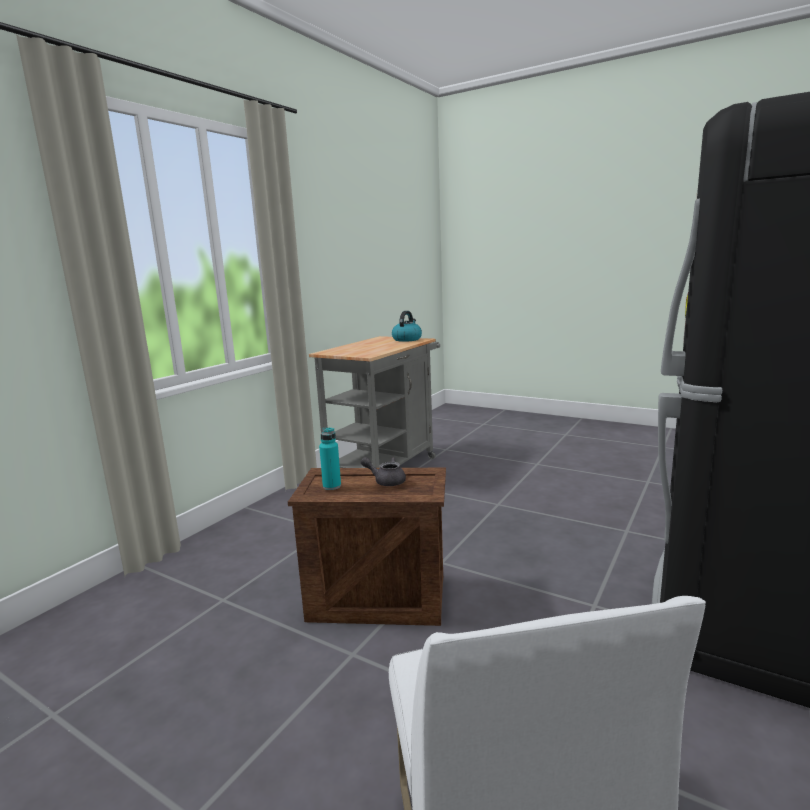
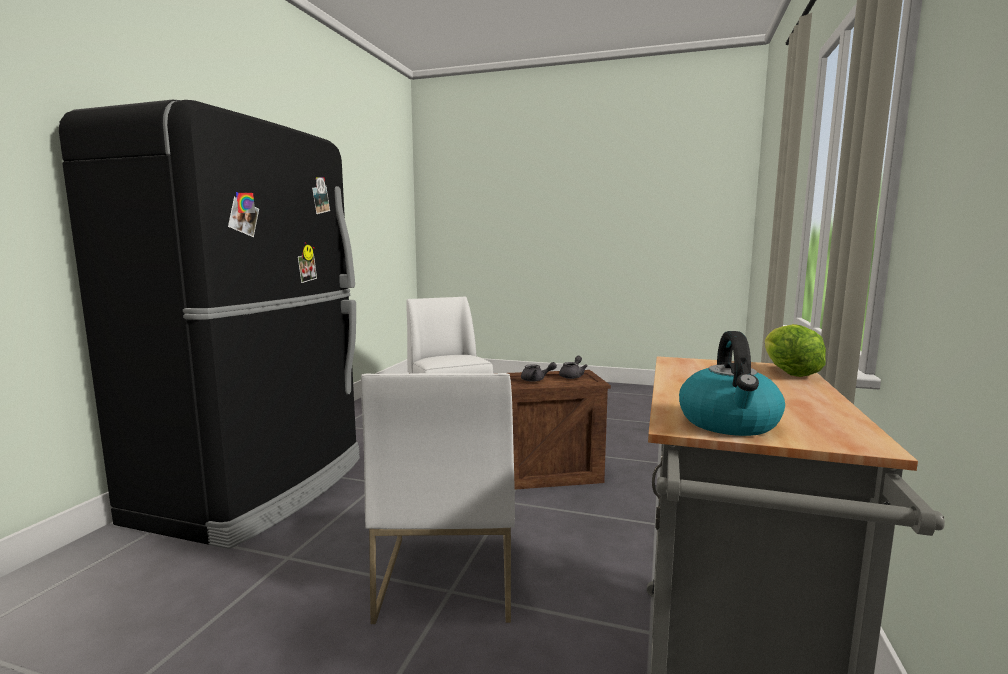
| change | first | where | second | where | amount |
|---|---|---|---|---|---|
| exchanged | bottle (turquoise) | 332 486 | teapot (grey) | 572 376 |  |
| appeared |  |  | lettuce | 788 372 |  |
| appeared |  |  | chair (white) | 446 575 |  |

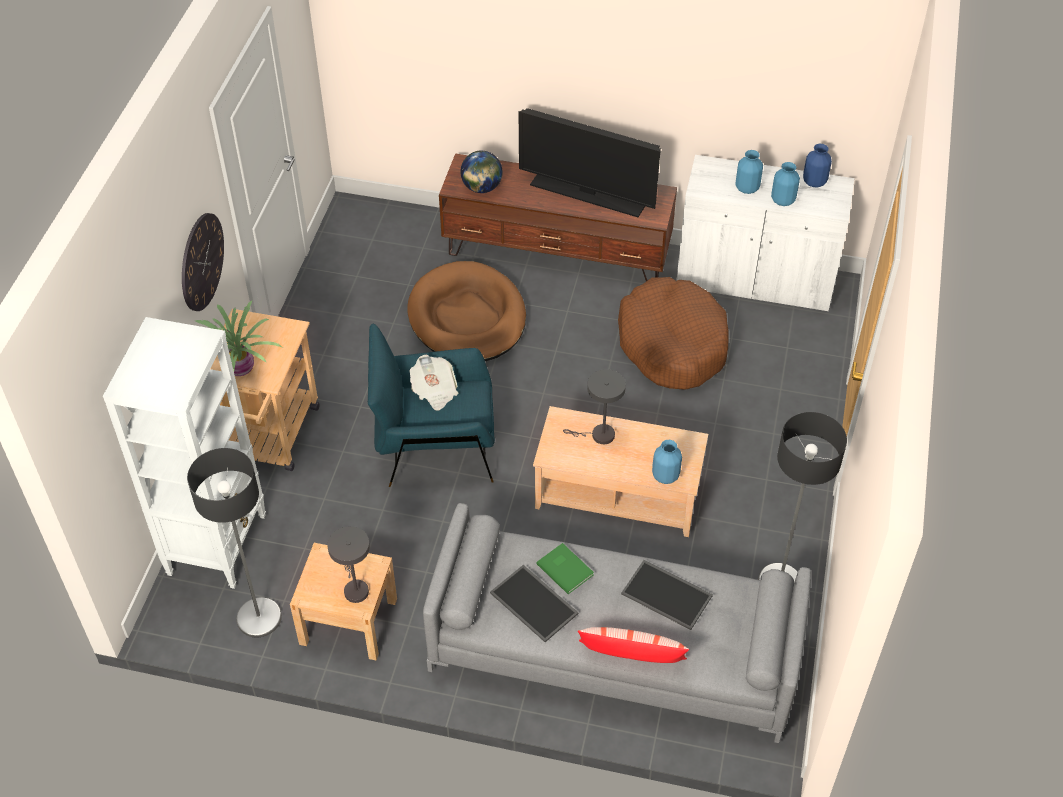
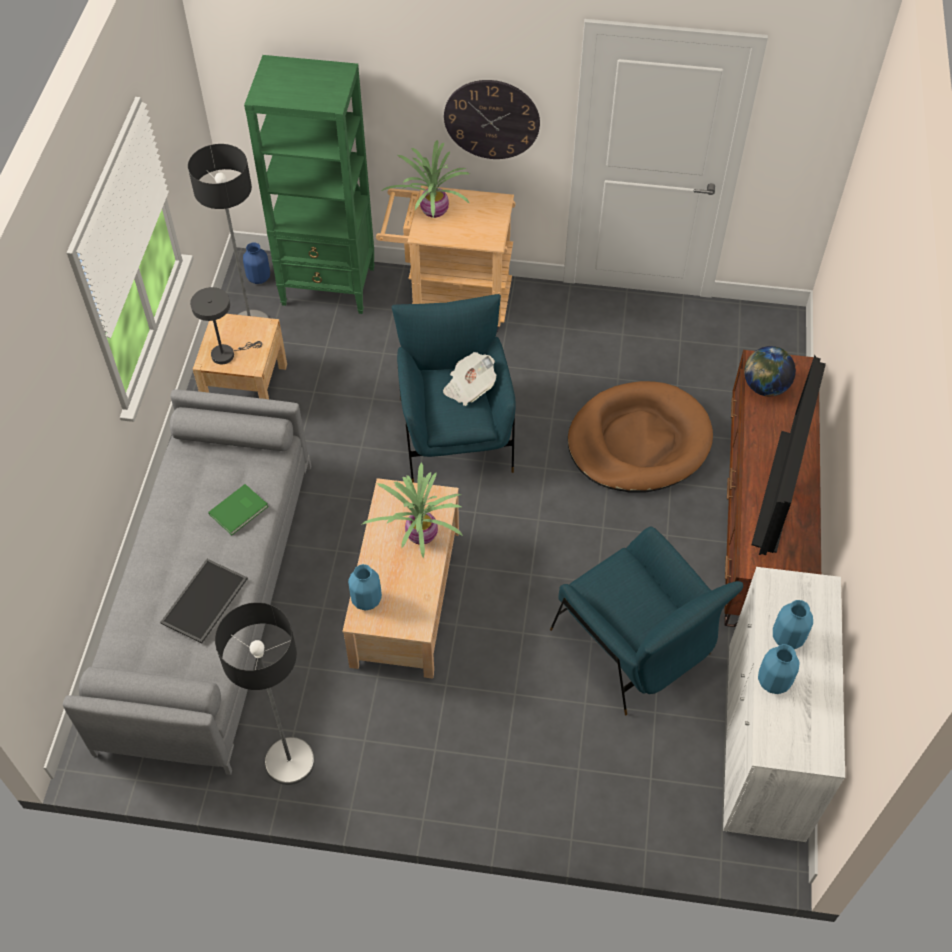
| change | first | where | second | where | amount |
|---|---|---|---|---|---|
| relocated | vase (blue) | 814 182 |  | 259 277 |  |
| exchanged | dog bed (brown) | 672 344 | armchair (blue) | 633 646 |  |
| colour | bookcase (white) | 218 543 | bookcase (green) | 329 286 |  |
| exchanged | table lamp (grey) | 599 435 | potted plant | 419 534 |  |
| missing | tray | 535 603 |  |  |  |
| missing | pillow | 631 657 |  |  |  |

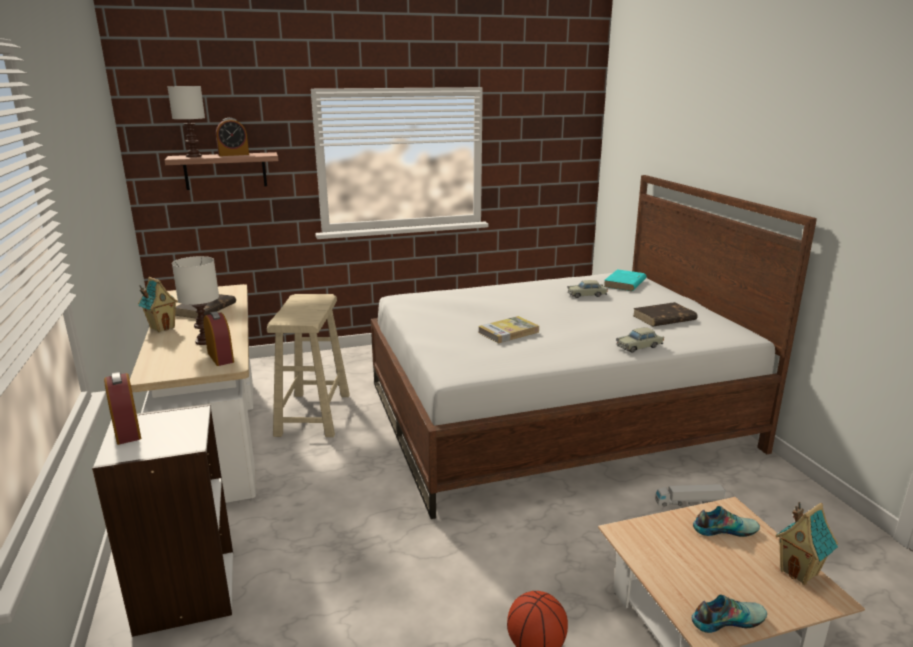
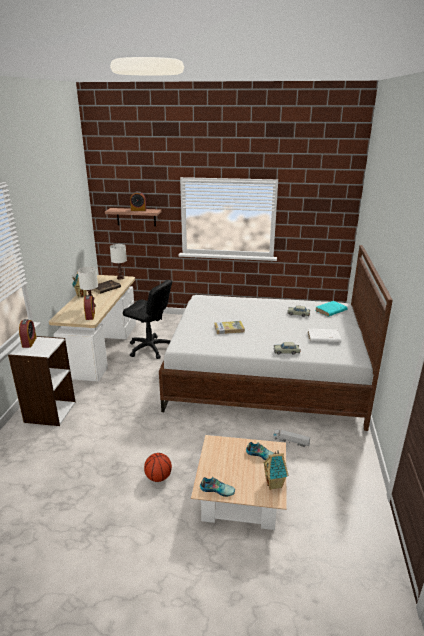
| change | first | where | second | where | amount |
|---|---|---|---|---|---|
| relocated | table lamp (white) | 193 156 |  | 120 278 |  |
| exchanged | stool (beige) | 313 415 | office chair (black) | 150 348 |  |
| colour | book (brown) | 663 318 | book (white) | 323 338 |  |

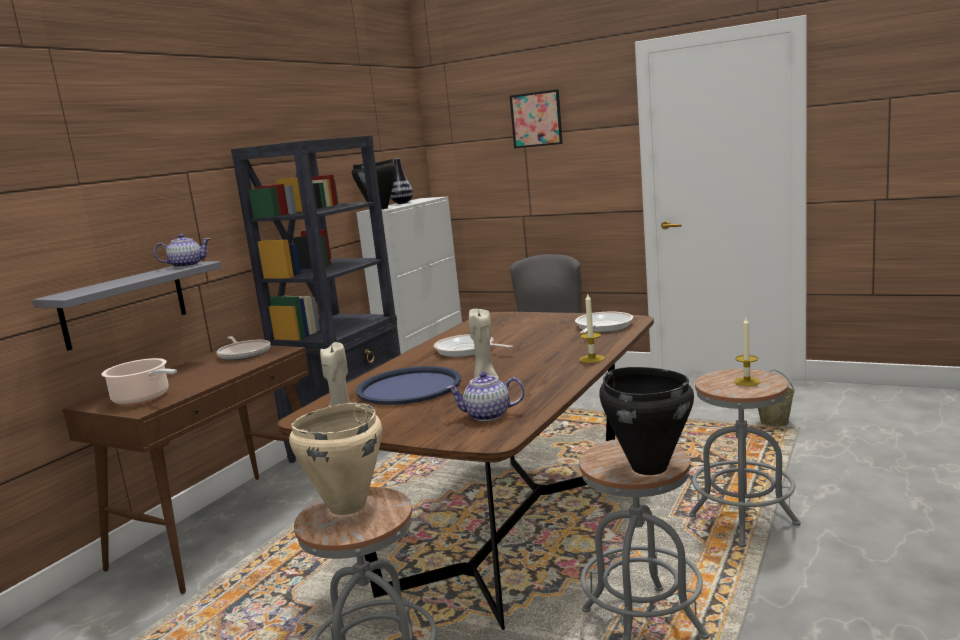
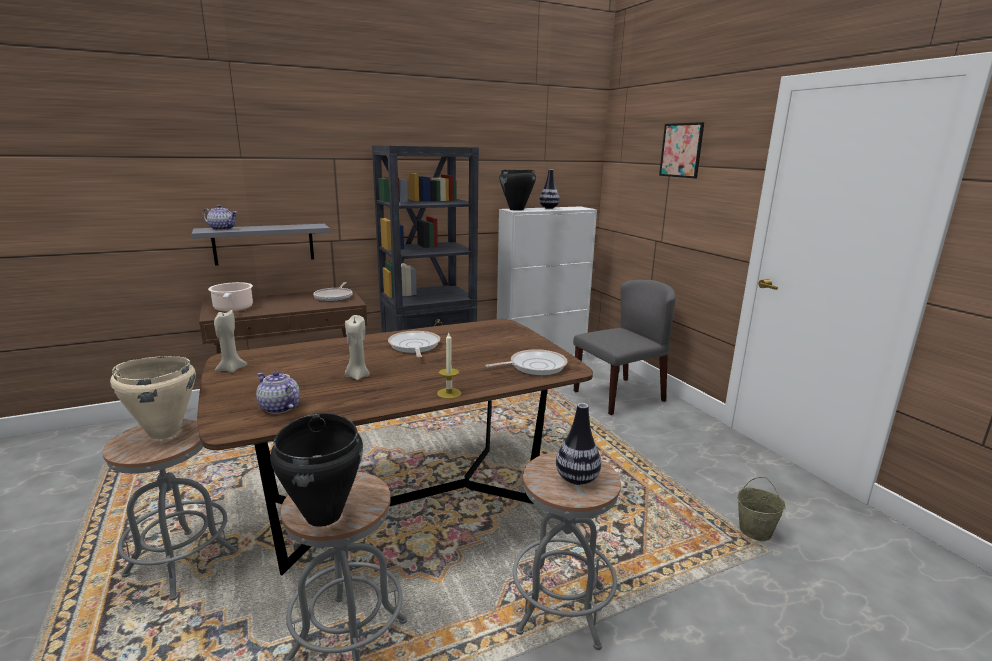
| change | first | where | second | where | amount |
|---|---|---|---|---|---|
| relocated | teapot | 186 265 |  | 222 229 |  |
| exchanged | candle | 747 381 | vase | 576 479 |  |
| missing | tray (blue) | 409 387 |  |  |  |

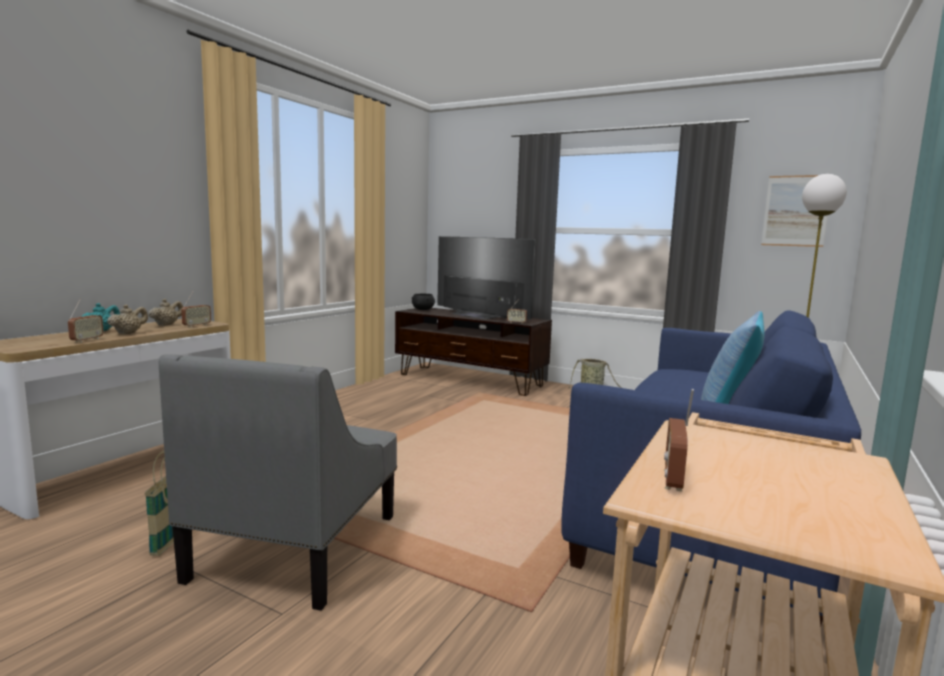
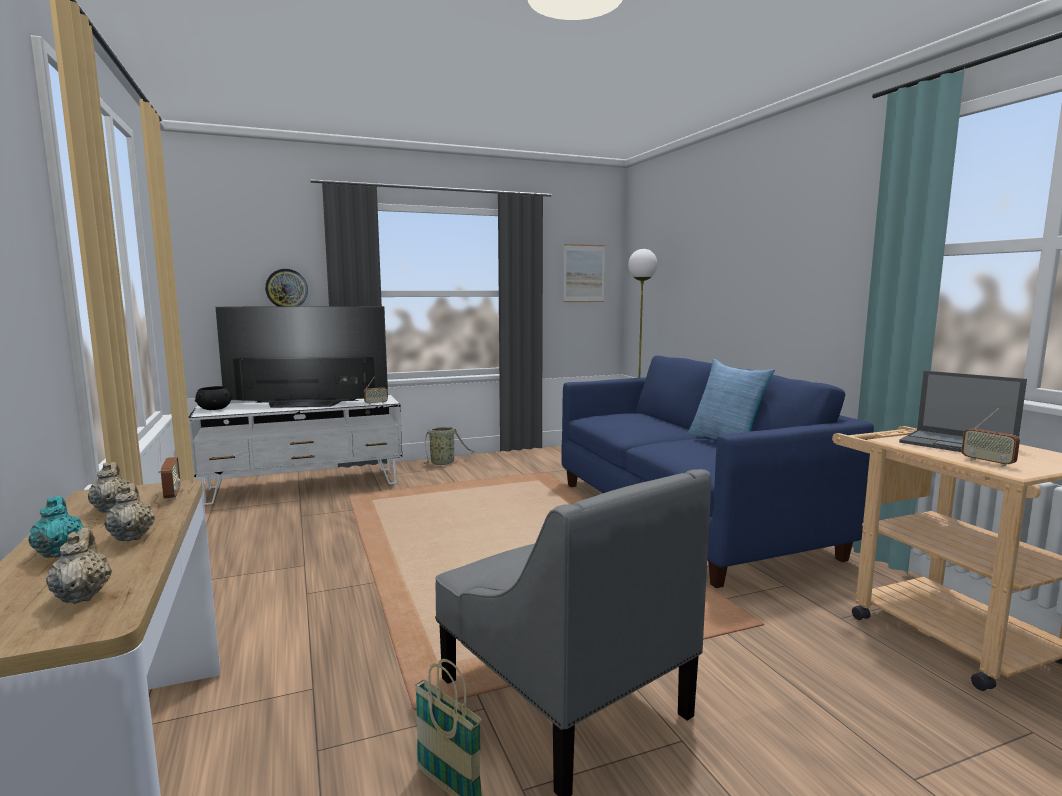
| change | first | where | second | where | amount |
|---|---|---|---|---|---|
| missing | radio | 87 340 |  |  |  |
| colour | tv stand (brown) | 470 380 | tv stand (white) | 305 486 |  |
| appeared |  |  | wall clock | 286 289 |  |
| appeared |  |  | laptop | 959 444 |  |
| appeared |  |  | teapot (beige) | 82 596 |  |

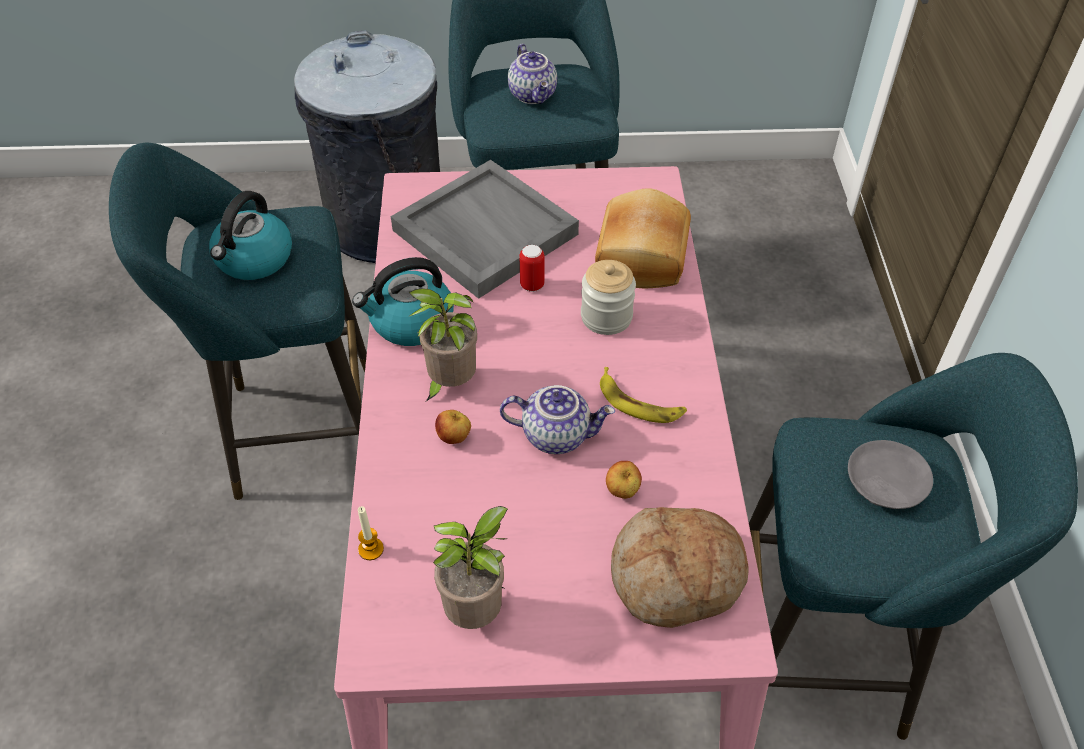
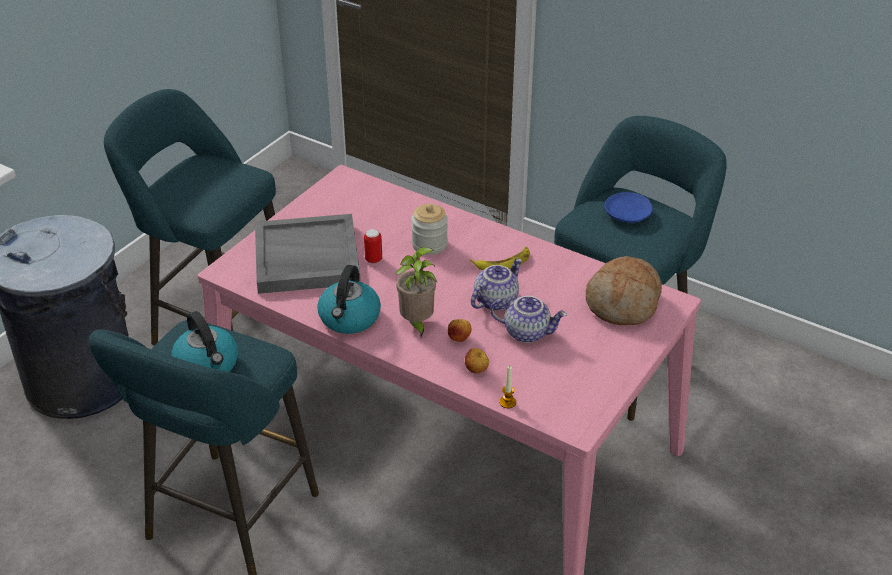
| change | first | where | second | where | amount |
|---|---|---|---|---|---|
| relocated | teapot | 534 95 |  | 527 332 |  |
| missing | bread | 639 255 |  |  |  |
| colour | plate (grey) | 884 483 | plate (blue) | 627 214 |  |
| relocated | apple | 622 491 |  | 476 370 |  |
| missing | potted plant | 477 612 |  |  |  |

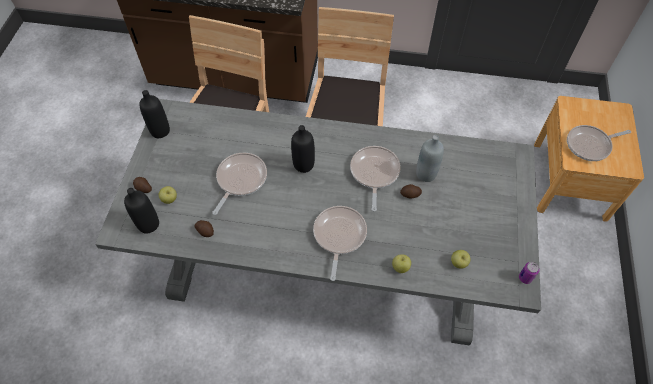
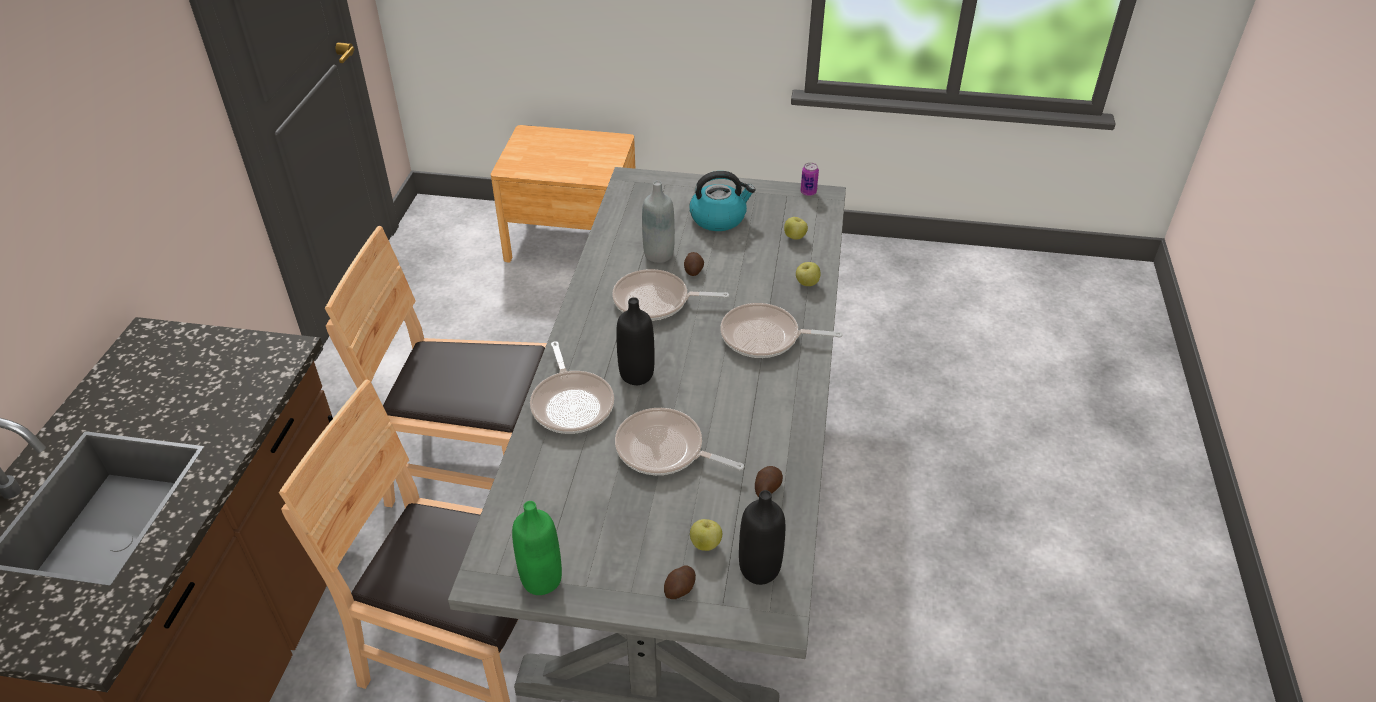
| change | first | where | second | where | amount |
|---|---|---|---|---|---|
| colour | bottle (black) | 160 131 | bottle (green) | 541 579 |  |
| relocated | frying pan | 590 145 |  | 572 403 |  |
| appeared |  |  | kettle | 719 218 |  |

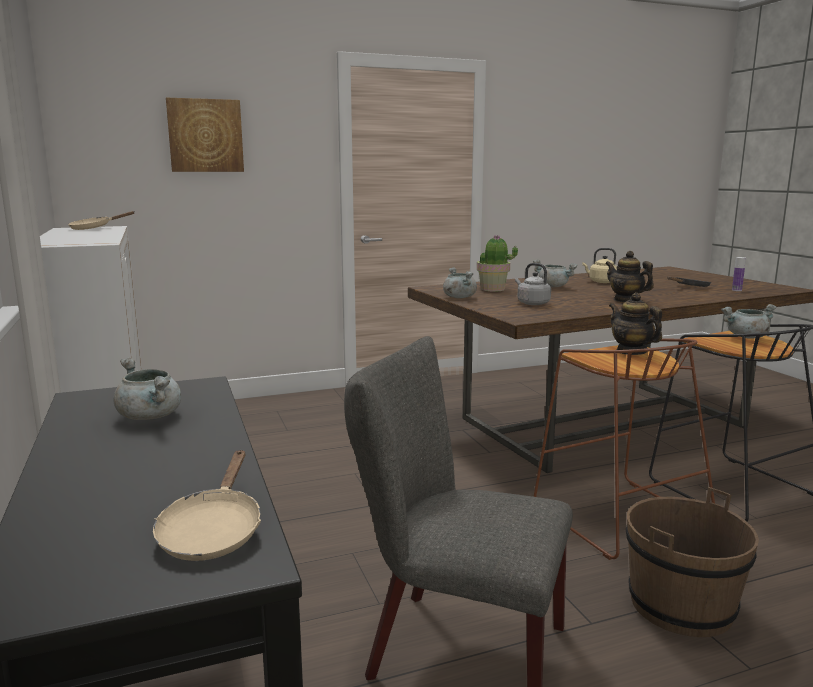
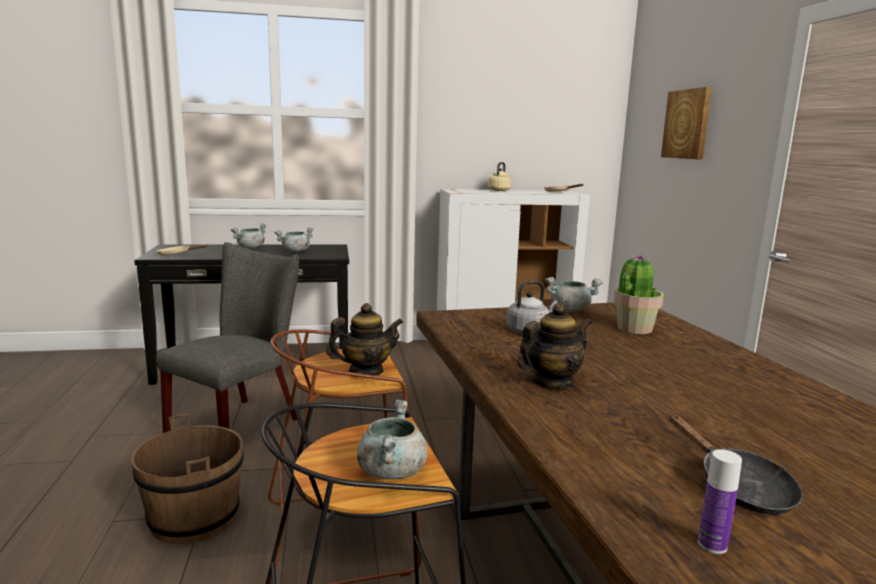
| change | first | where | second | where | amount |
|---|---|---|---|---|---|
| relocated | kettle (beige) | 601 282 |  | 499 190 |  |
| relocated | cooking pot (grey) | 553 287 |  | 250 247 |  |

